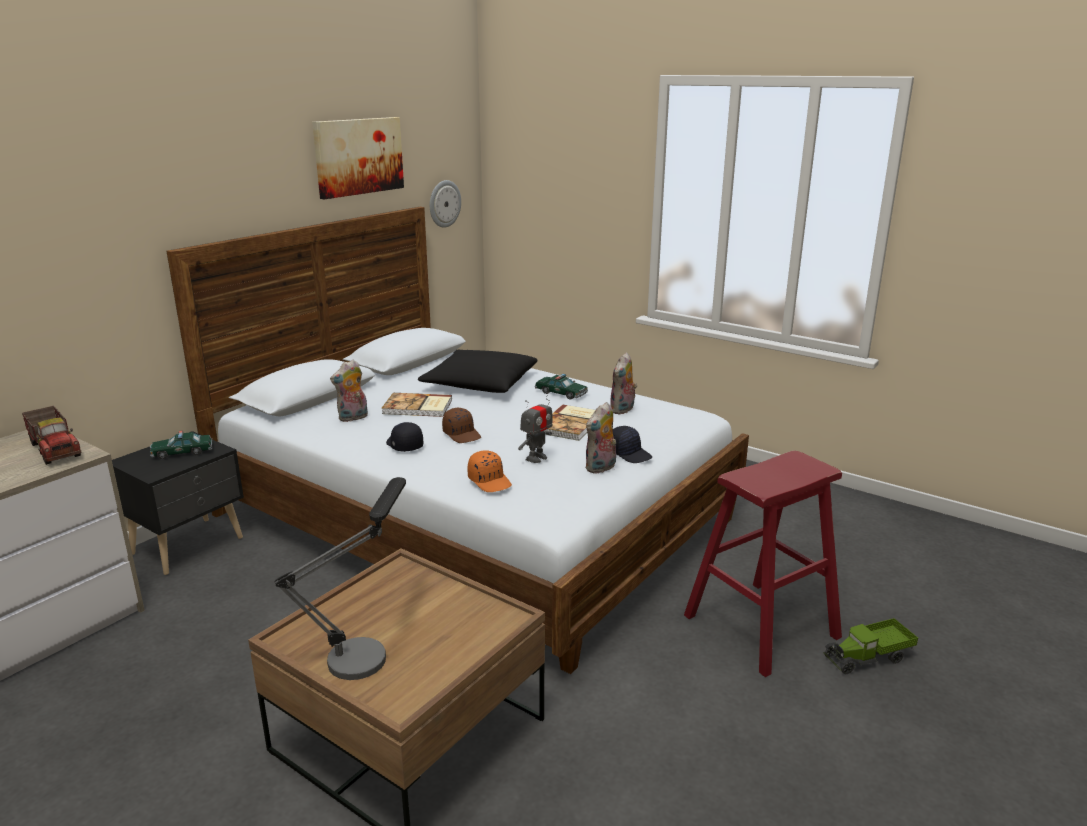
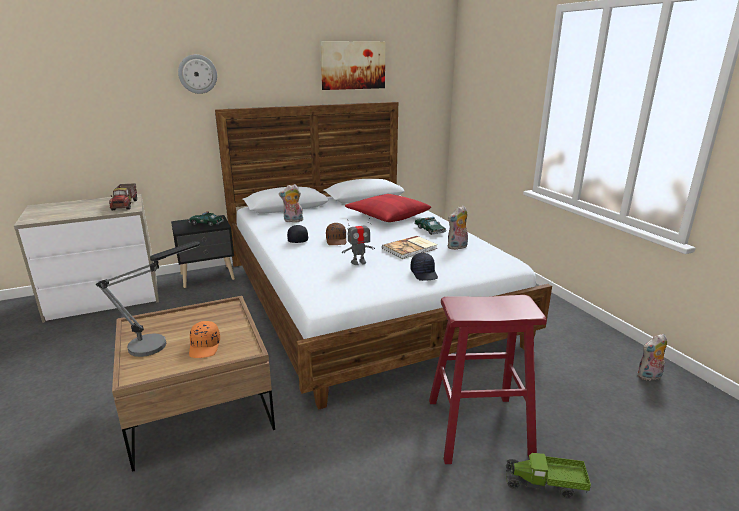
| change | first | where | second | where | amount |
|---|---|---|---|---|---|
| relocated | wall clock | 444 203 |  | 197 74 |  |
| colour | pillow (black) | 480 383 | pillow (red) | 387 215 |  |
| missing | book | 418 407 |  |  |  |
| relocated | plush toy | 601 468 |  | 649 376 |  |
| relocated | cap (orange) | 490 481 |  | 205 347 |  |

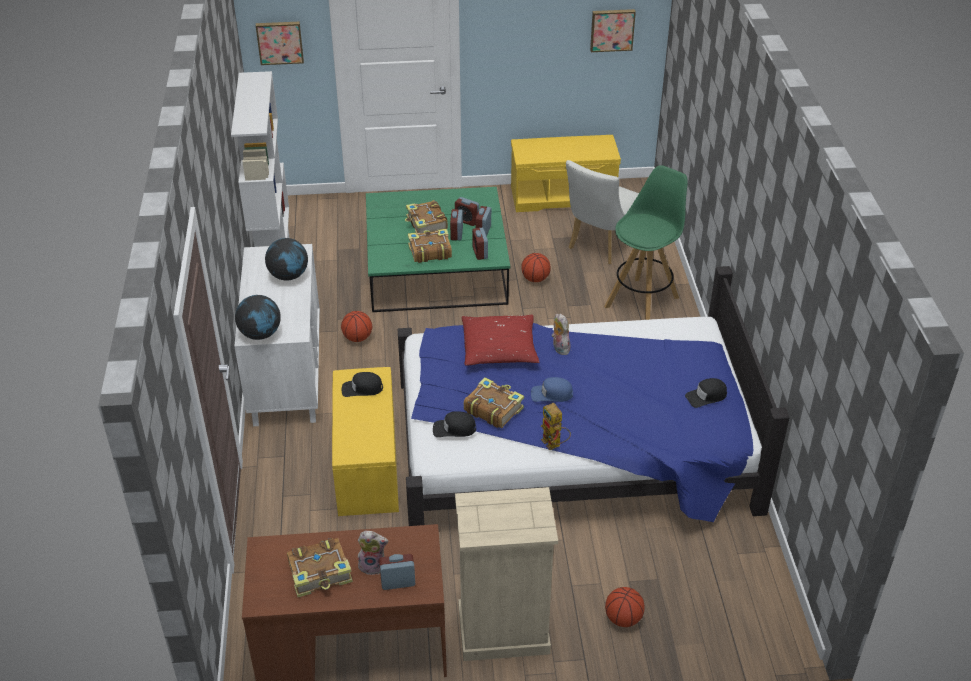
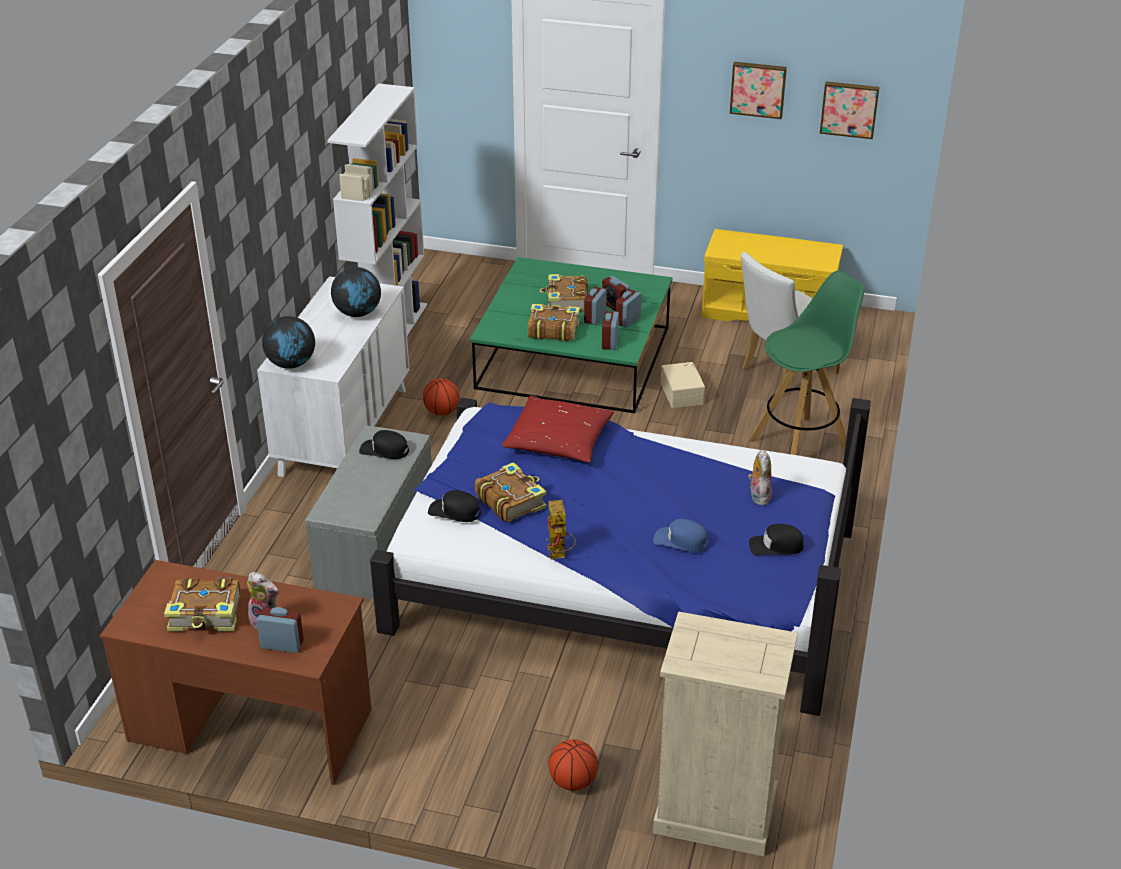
| change | first | where | second | where | amount |
|---|---|---|---|---|---|
| relocated | picture | 280 42 |  | 758 89 |  |
| exchanged | basketball | 535 279 | storage box (beige) | 683 393 |  |
| relocated | plush toy | 559 348 |  | 758 496 |  |
| colour | bench (yellow) | 368 466 | bench (grey) | 377 545 |  |
| relocated | cap (blue) | 551 394 |  | 680 541 |  |
| relocated | dresser (beige) | 503 631 |  | 714 813 |  |

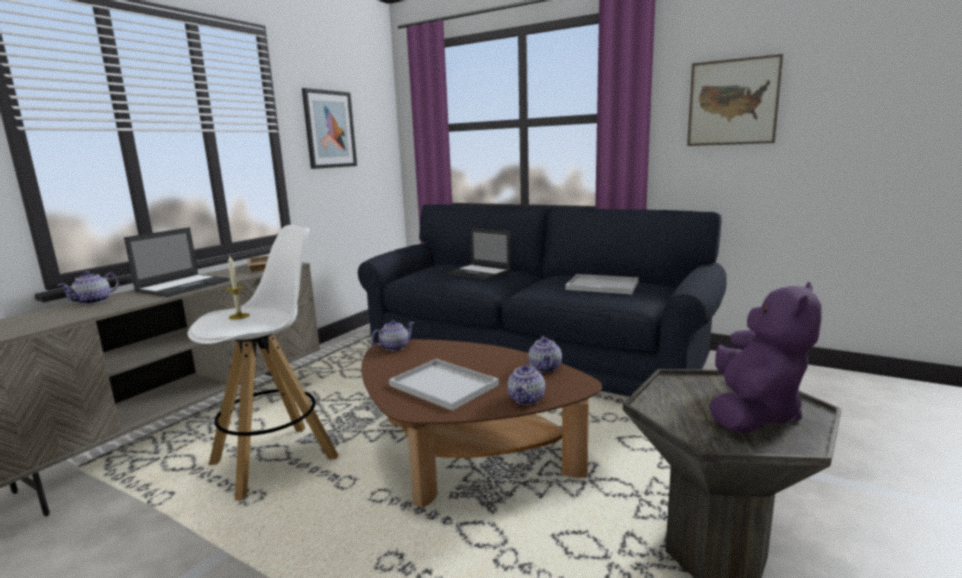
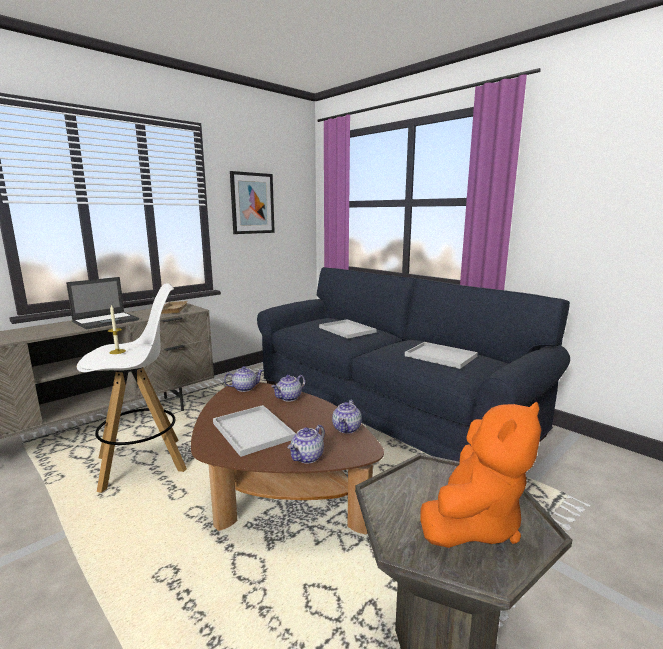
| change | first | where | second | where | amount |
|---|---|---|---|---|---|
| missing | picture | 732 102 |  |  |  |
| exchanged | laptop | 479 272 | tray (white) | 348 330 |  |
| relocated | teapot | 93 301 |  | 289 398 |  |
| colour | plush toy (purple) | 752 413 | plush toy (orange) | 474 523 |  |

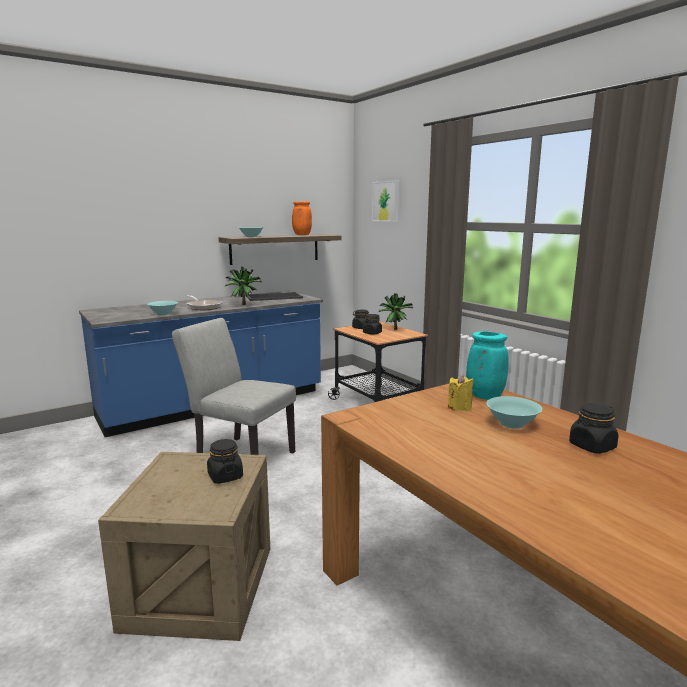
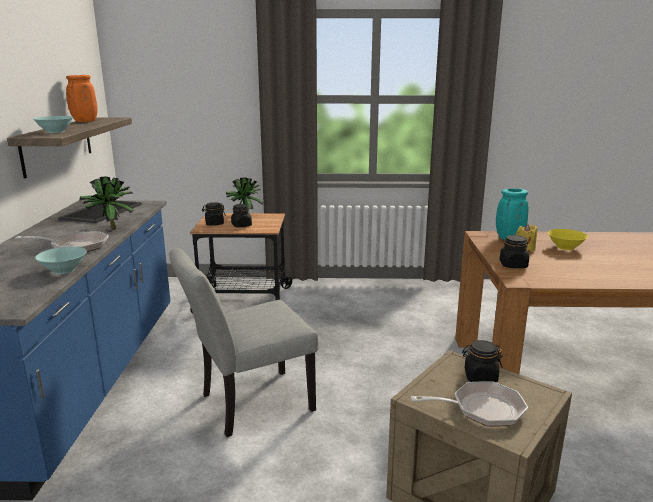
| change | first | where | second | where | amount |
|---|---|---|---|---|---|
| missing | picture | 386 201 |  |  |  |
| colour | bowl (turquoise) | 512 423 | bowl (yellow) | 565 247 |  |
| relocated | jar (black) | 592 446 |  | 513 265 |  |
| appeared |  |  | frying pan | 482 409 |  |

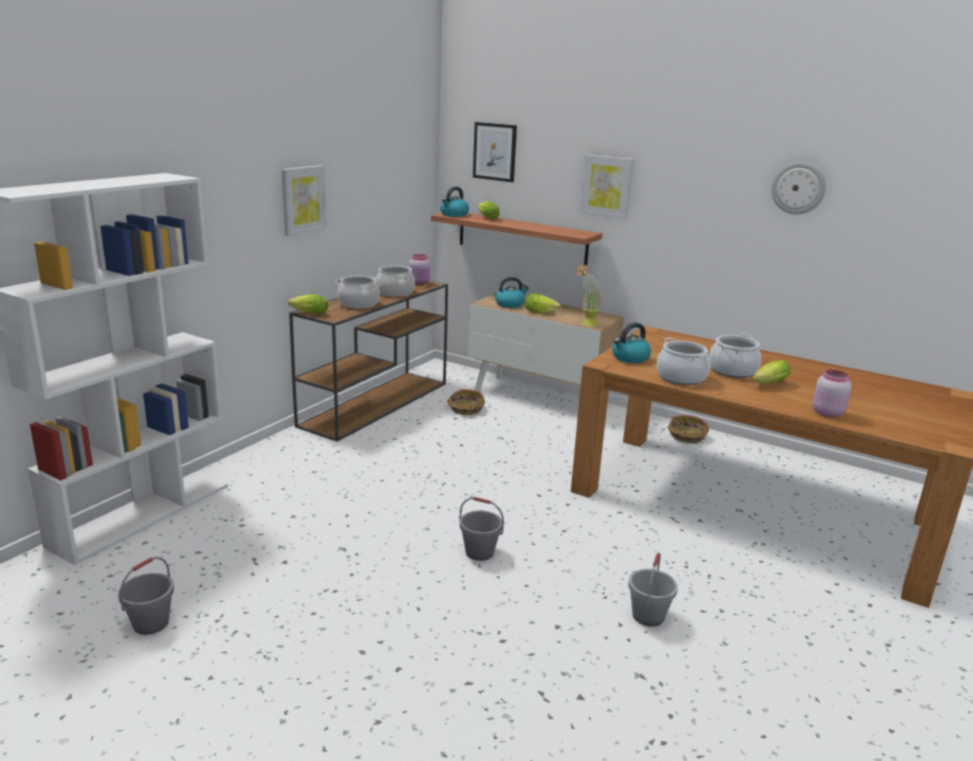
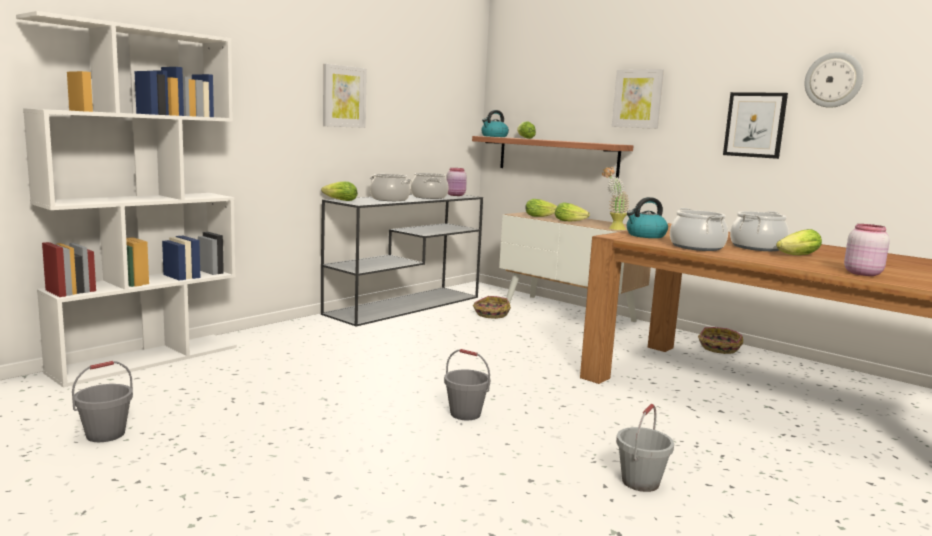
| change | first | where | second | where | amount |
|---|---|---|---|---|---|
| relocated | picture | 495 152 |  | 754 125 |  |
| exchanged | kettle | 510 304 | lettuce | 541 216 |  |
| colour | console table (brown) | 376 403 | console table (grey) | 405 305 |  |

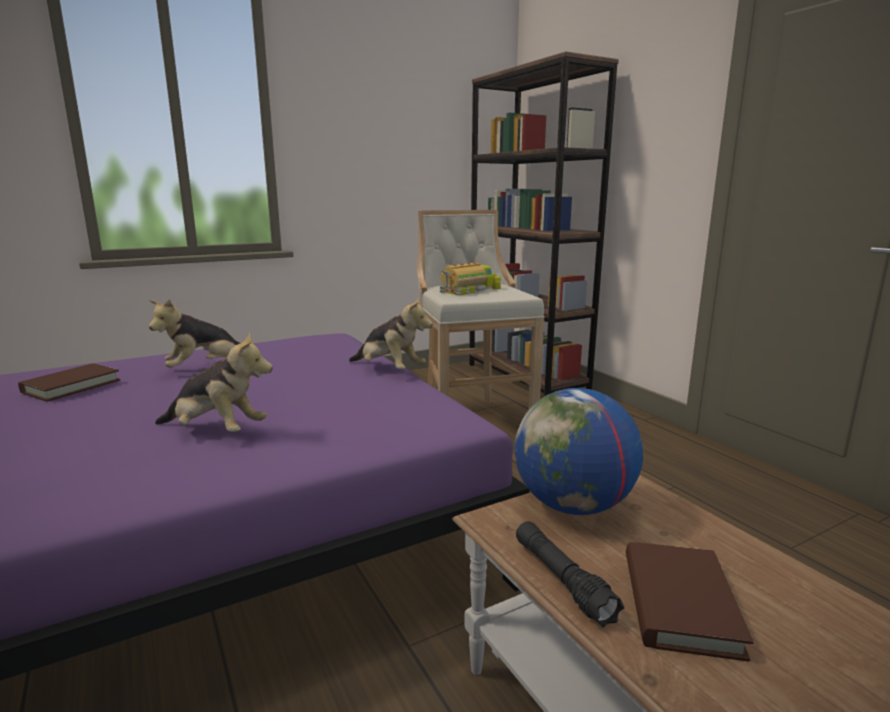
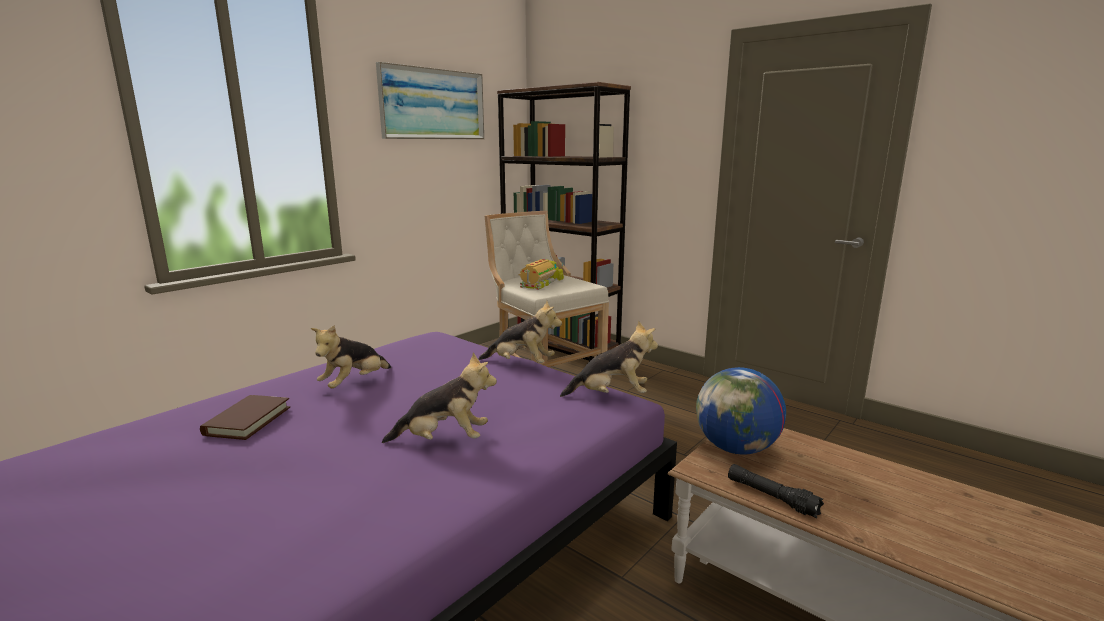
| change | first | where | second | where | amount |
|---|---|---|---|---|---|
| missing | book (brown) | 679 603 |  |  |  |
| appeared |  |  | picture | 433 104 |  |
| appeared |  |  | plush toy | 611 395 |  |

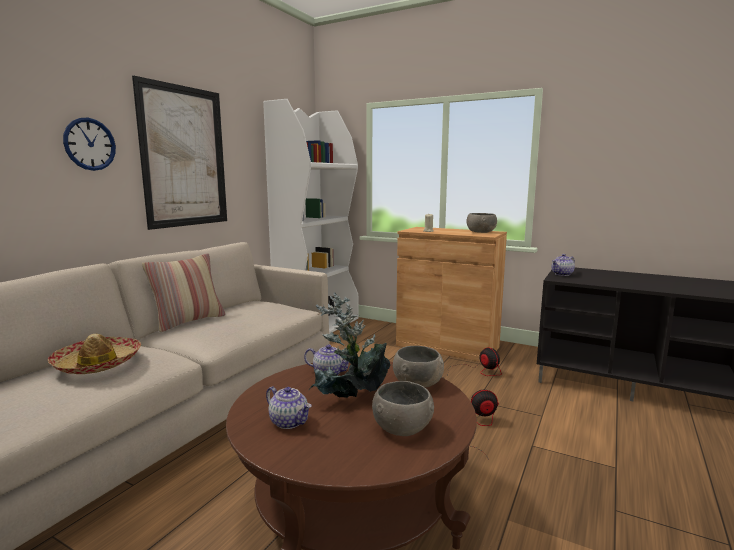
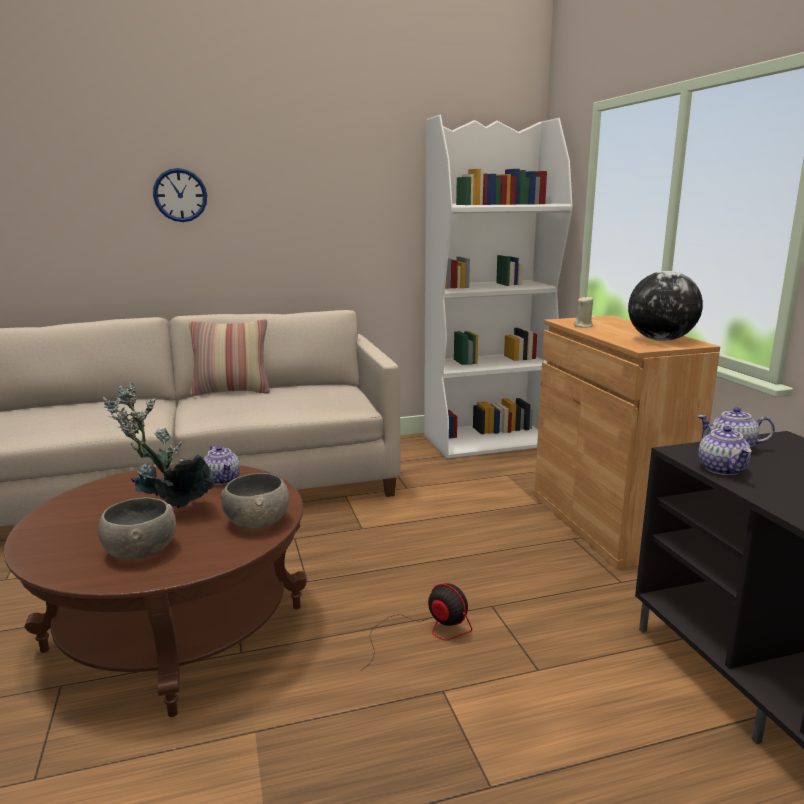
| change | first | where | second | where | amount |
|---|---|---|---|---|---|
| missing | picture | 184 157 |  |  |  |
| exchanged | bowl (grey) | 480 232 | globe | 660 340 |  |
| missing | hat | 98 364 |  |  |  |
| missing | fan | 476 371 |  |  |  |
| relocated | teapot | 289 422 |  | 722 469 |  |

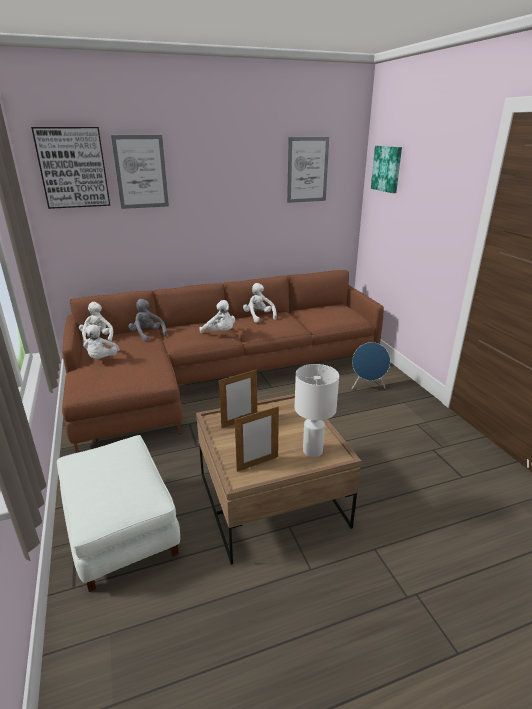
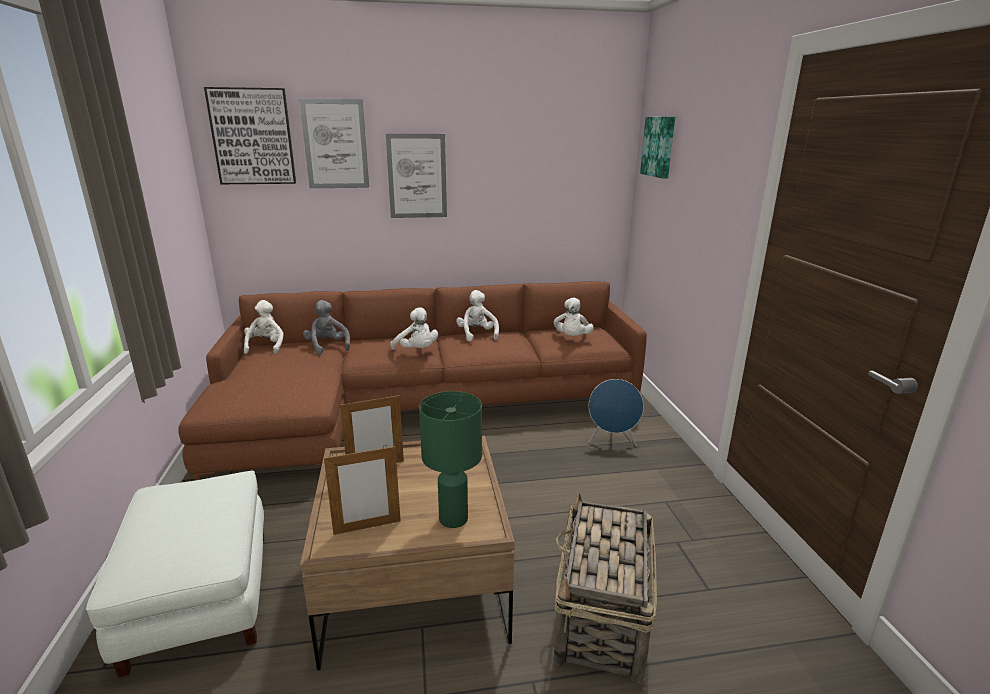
| change | first | where | second | where | amount |
|---|---|---|---|---|---|
| relocated | picture | 307 170 |  | 417 176 |  |
| relocated | plush toy (white) | 102 359 |  | 572 338 |  |
| colour | table lamp (white) | 313 451 | table lamp (green) | 454 519 |  |
| appeared |  |  | basket | 601 617 |  |

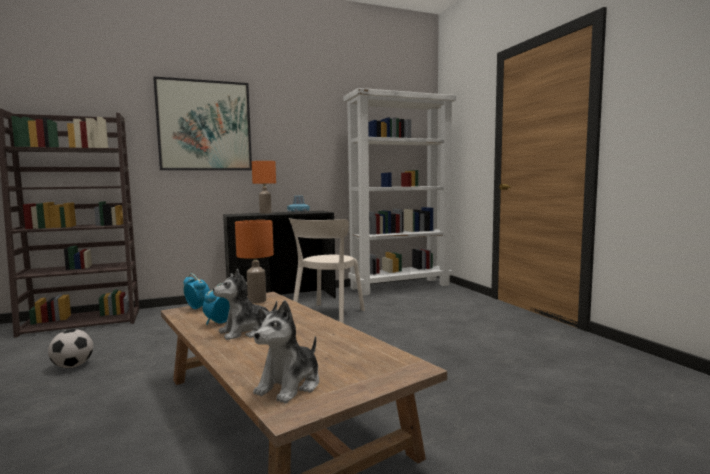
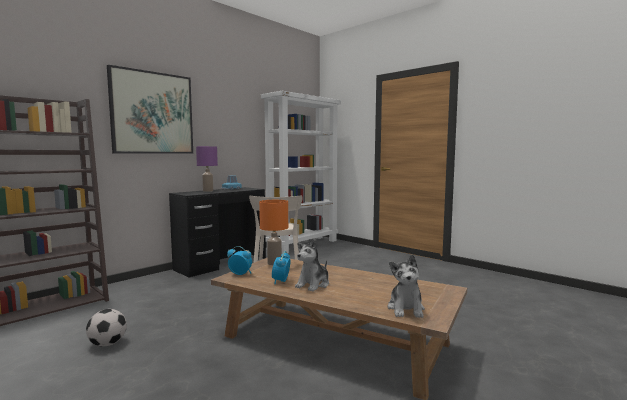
| change | first | where | second | where | amount |
|---|---|---|---|---|---|
| colour | table lamp (orange) | 265 213 | table lamp (purple) | 208 191 |  |

